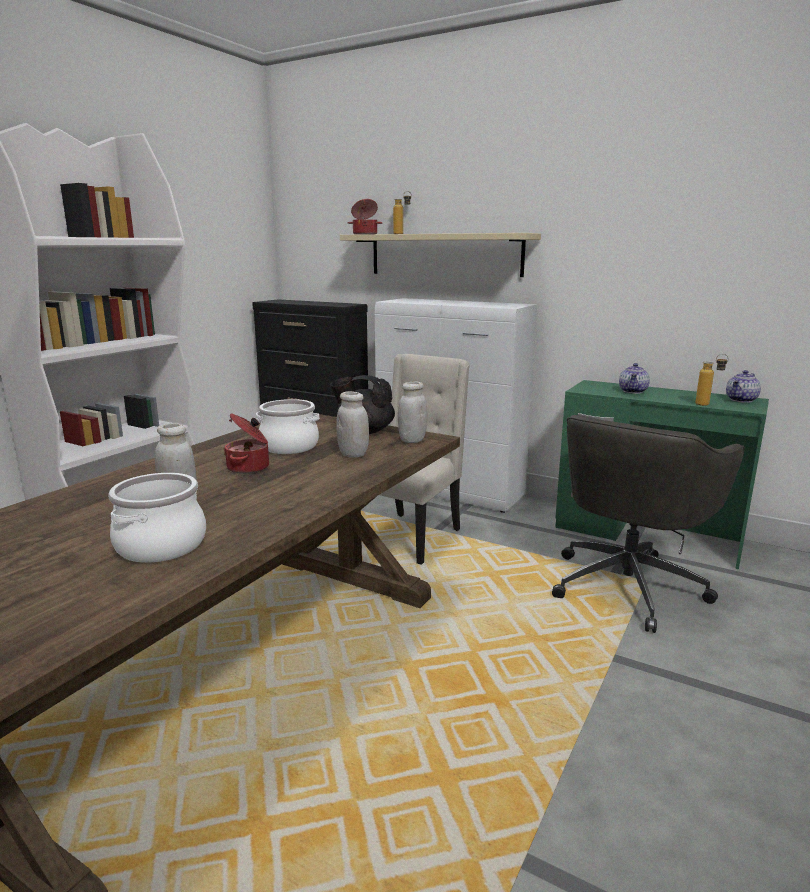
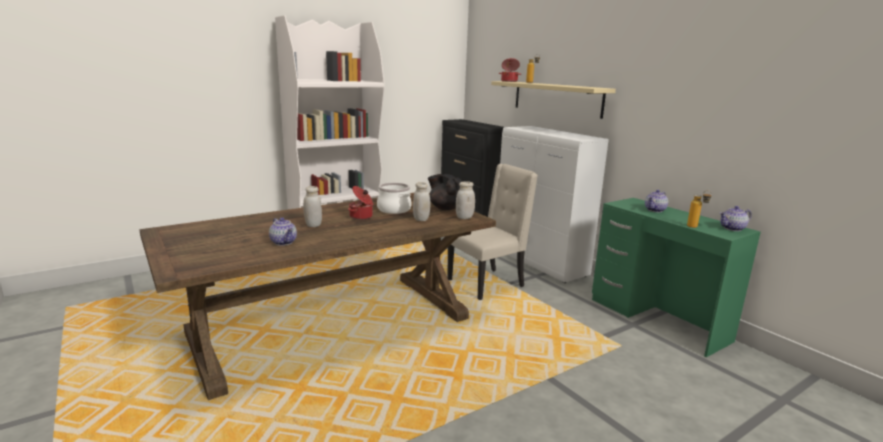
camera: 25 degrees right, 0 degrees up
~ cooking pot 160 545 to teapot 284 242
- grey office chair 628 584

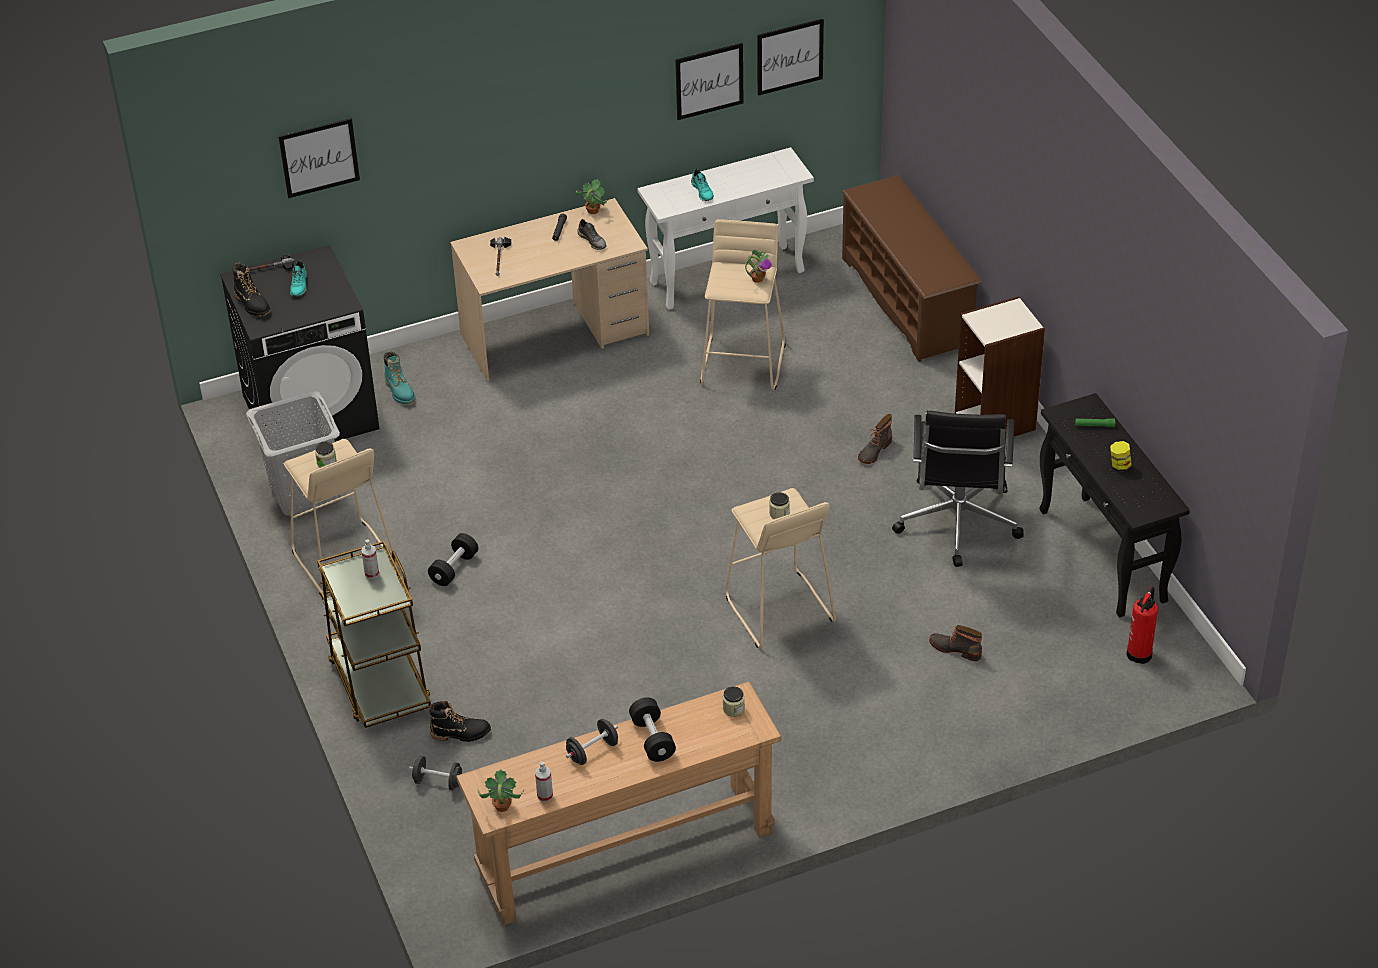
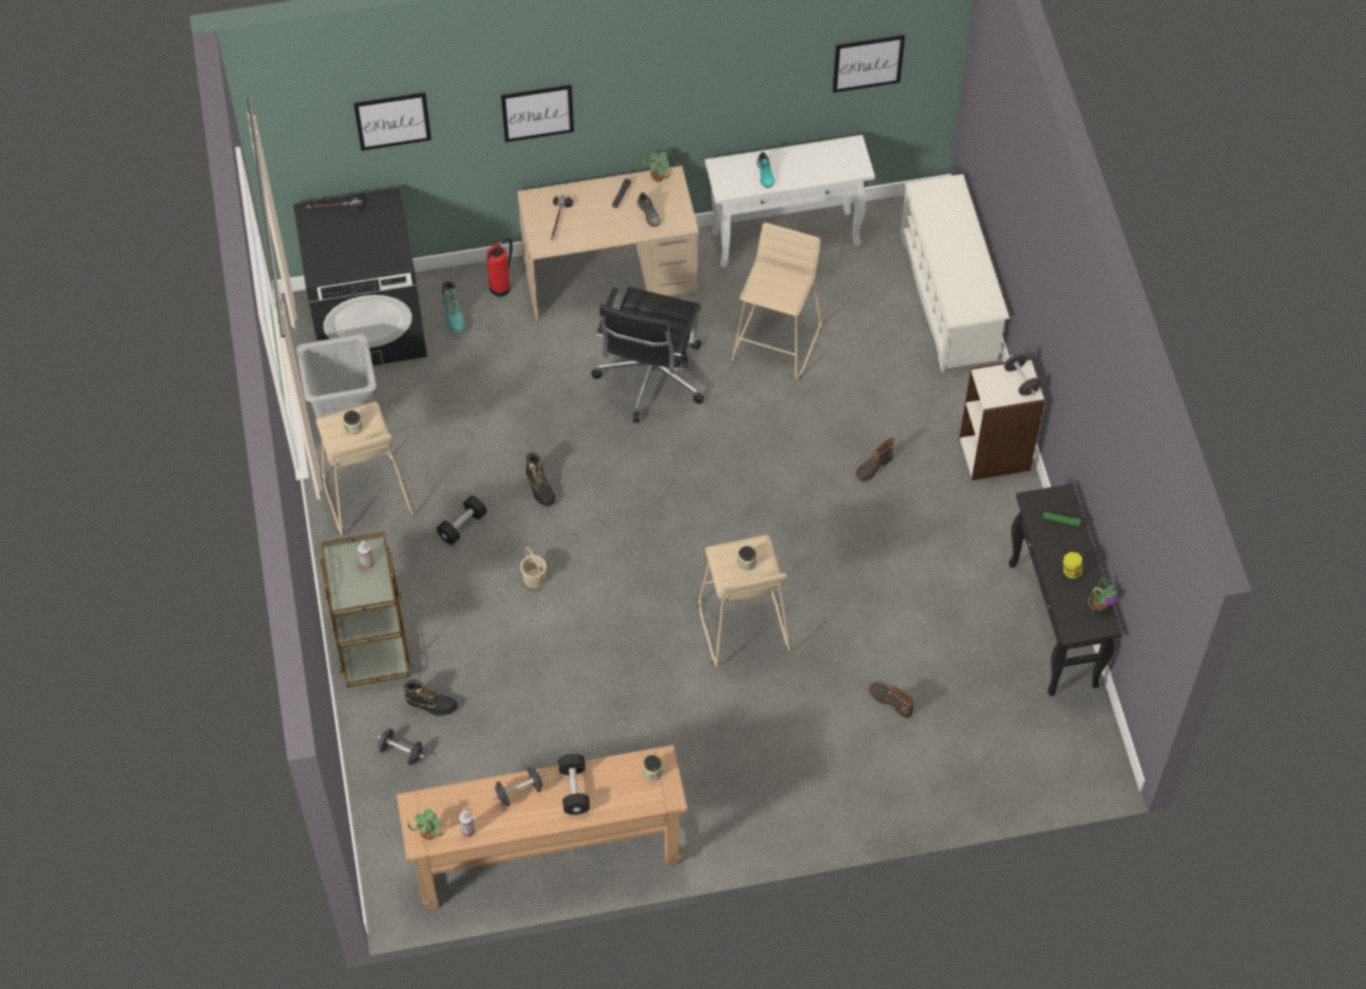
camera: 10 degrees right, 15 degrees up
~ fire extinguisher 1140 652 to 501 286
~ picture 709 81 to 537 112
+ beige bucket 534 578
~ black boot 252 304 to 540 488
~ black office chair 957 524 to 650 379
~ brown shoe rack 907 301 to white shoe rack 949 298
+ black dumbbell 1021 381
~ potted plant 757 278 to 1099 605
- turquoise shoe 299 285

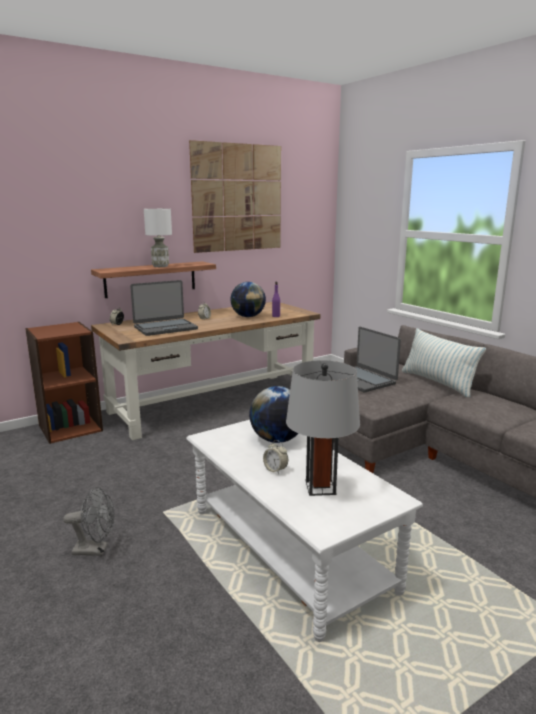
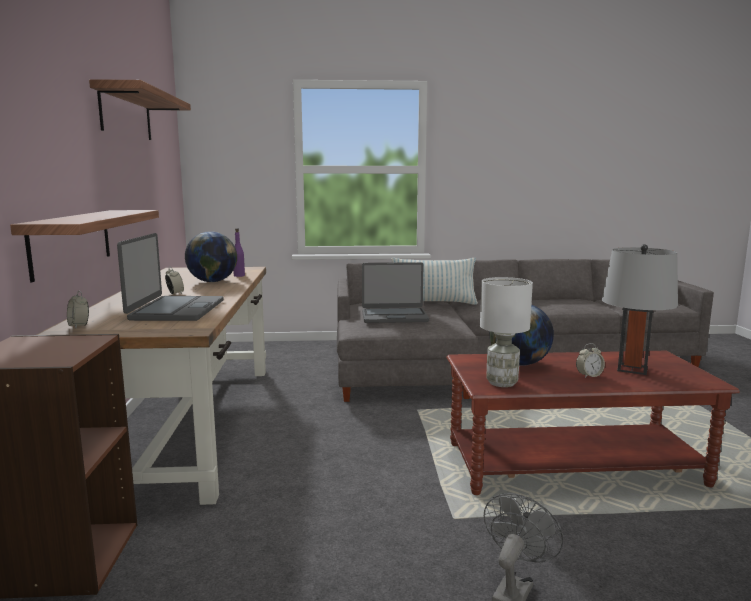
camera: 60 degrees left, 5 degrees down
~ picture 237 198 to shelf 126 114
~ white coffee table 289 549 to brown coffee table 573 464
~ white table lamp 160 266 to 502 383

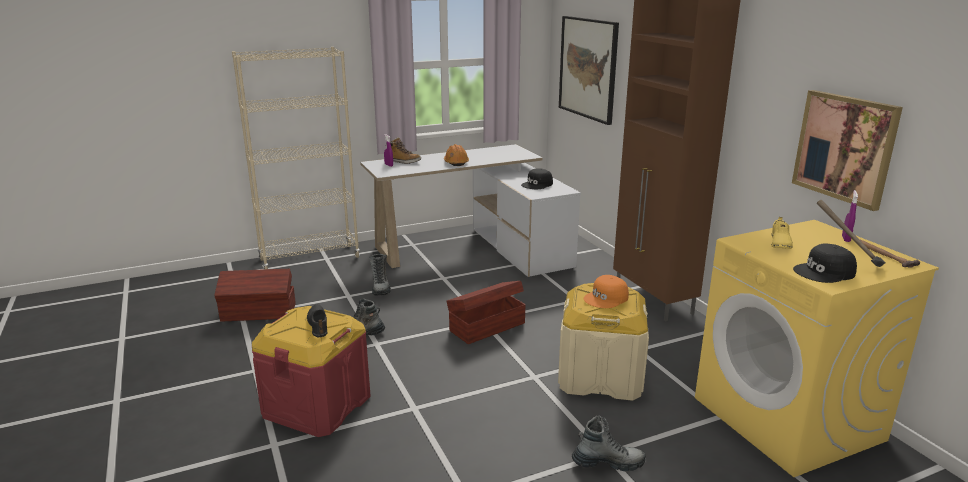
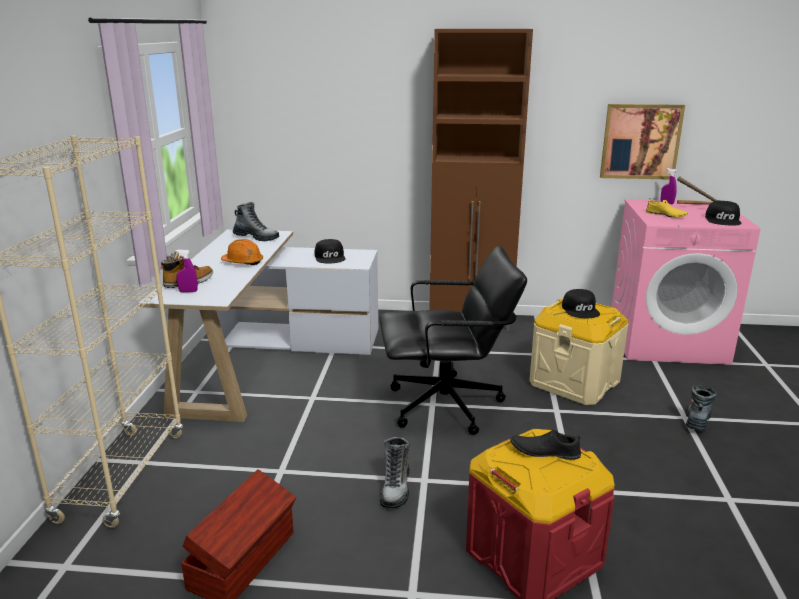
camera: 60 degrees left, 0 degrees up
~ boot 380 287 to 256 237
~ brown storage box 486 326 to black office chair 446 406
~ orange cap 606 298 to black cap 581 310
~ yellow washing machine 788 419 to pink washing machine 667 341
- picture 588 68

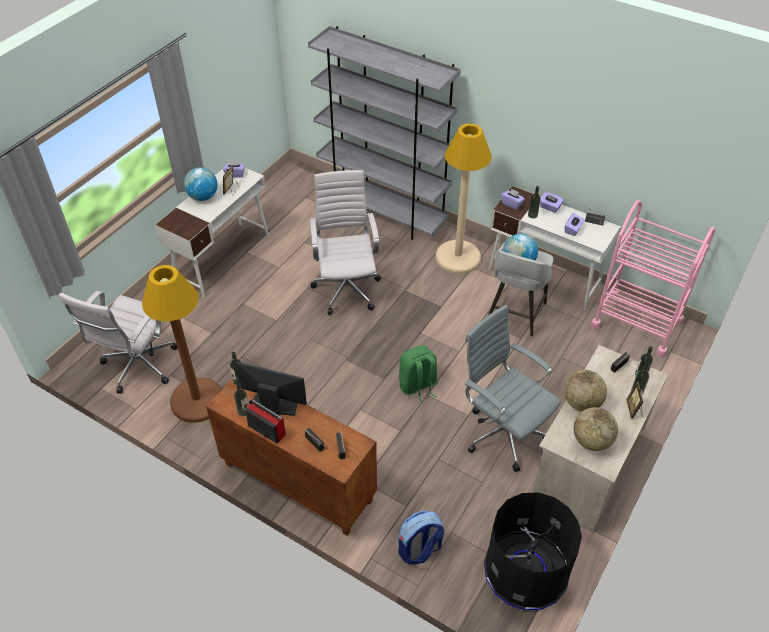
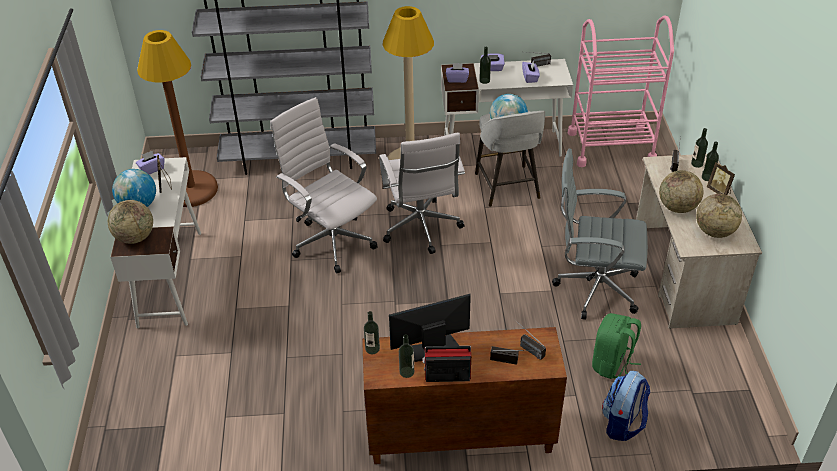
camera: 35 degrees left, 5 degrees down
+ globe 135 237
~ brown floor lamp 197 400 to 191 190
~ white office chair 138 367 to 421 229
~ green backpack 418 386 to 612 364
- black trash can 526 570

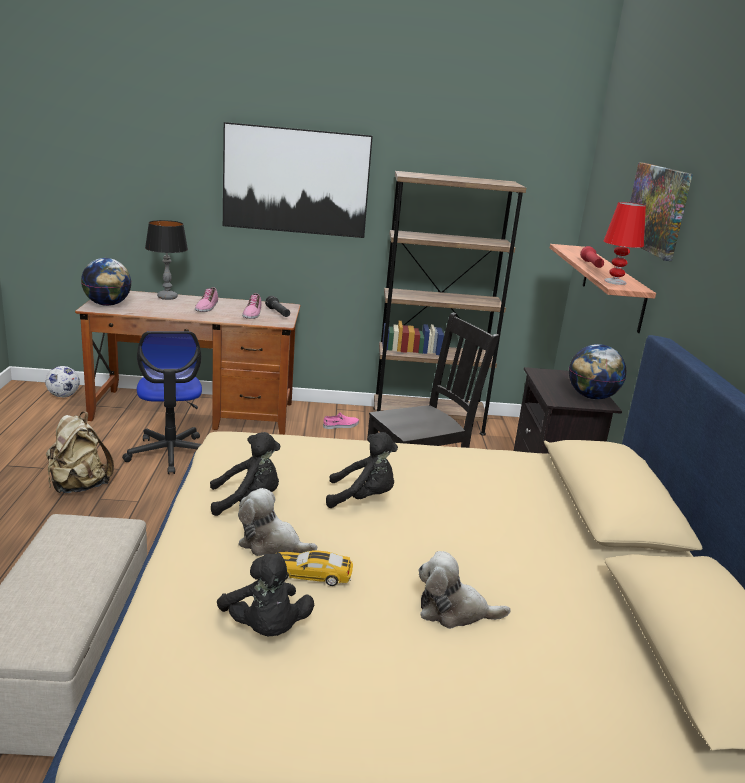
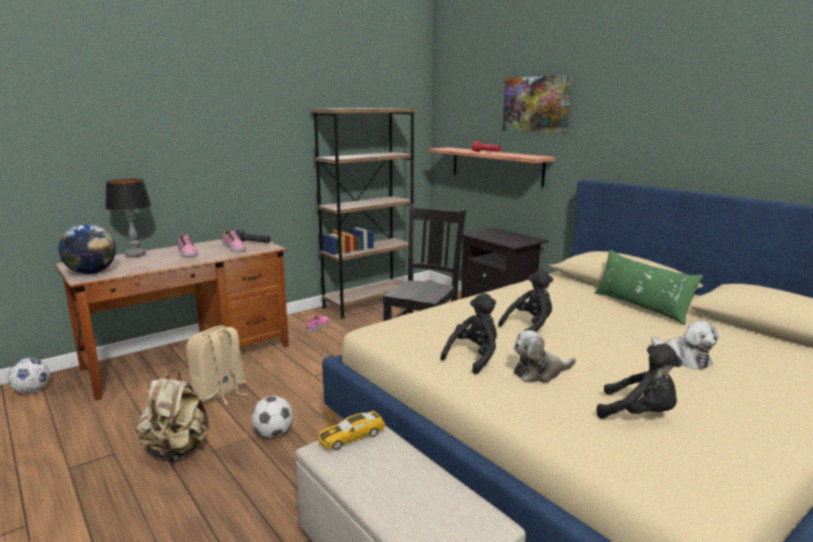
camera: 35 degrees left, 5 degrees down
~ office chair 171 454 to beige backpack 220 393
+ football 273 434
~ toy car 310 574 to 351 437
+ green pillow 640 307
~ plush toy 454 611 = 683 358 90 degrees counterclockwise
- picture 296 181
- globe 591 397
- red table lamp 615 282

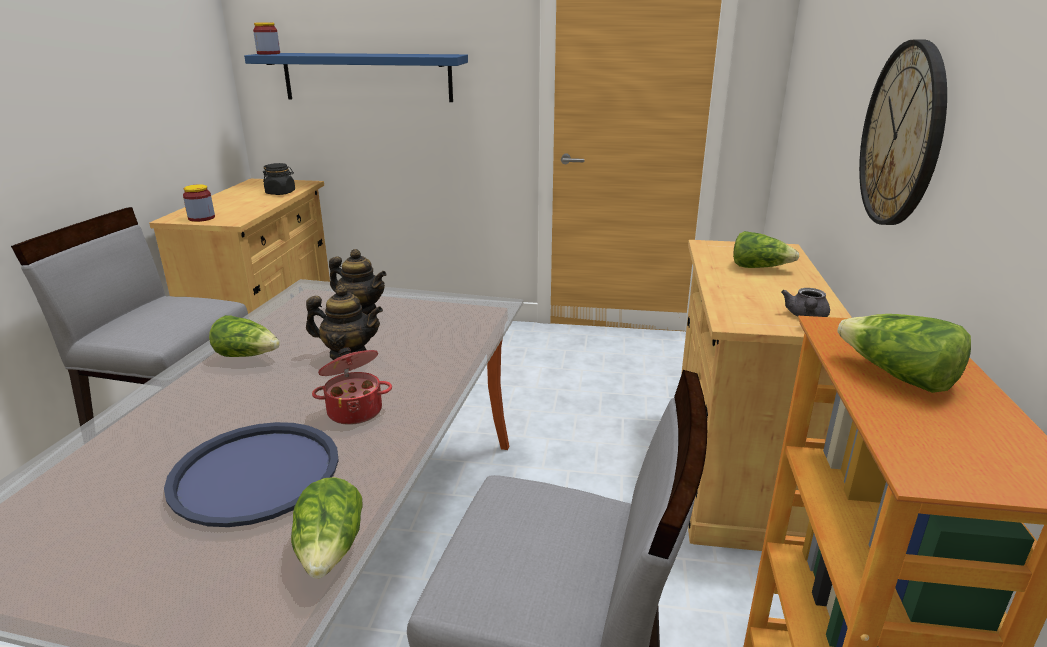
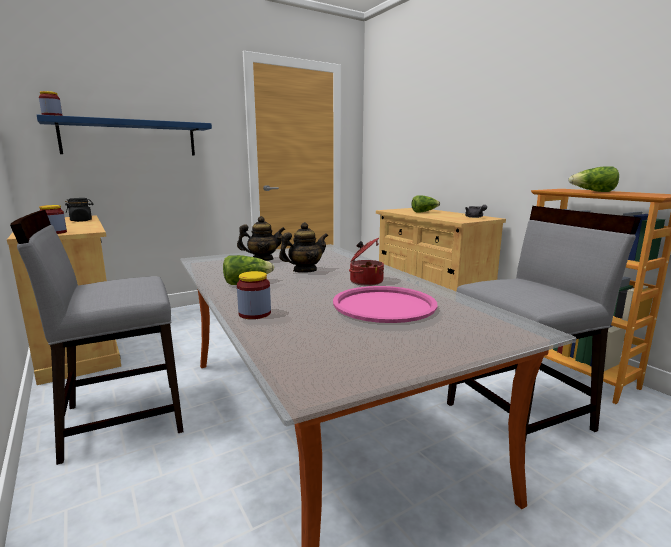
camera: 40 degrees left, 10 degrees down
+ jar 254 313
~ blue tray 255 474 to pink tray 384 305
- lettuce 331 550
- wall clock 903 135

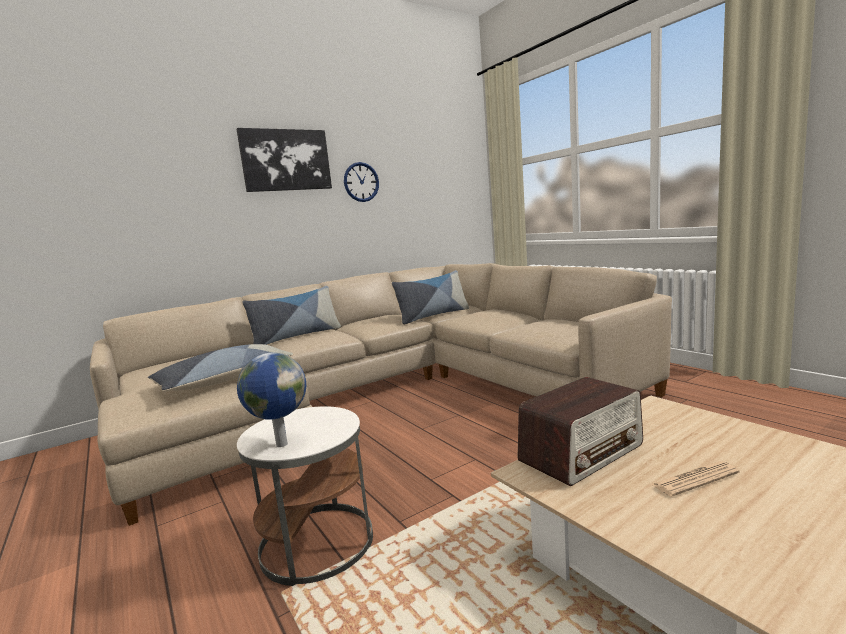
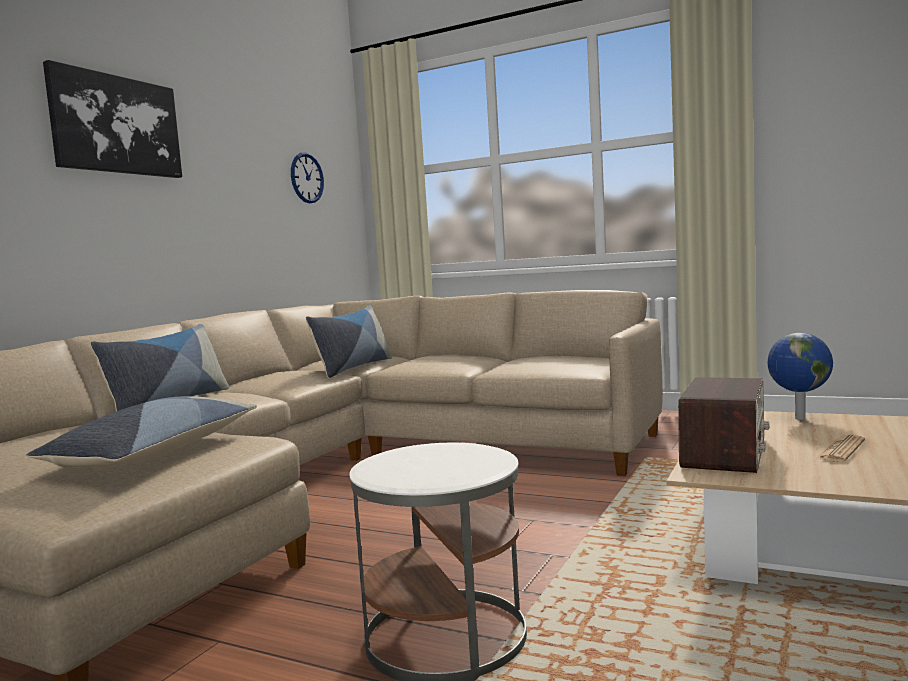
camera: 30 degrees left, 5 degrees down
~ wall clock 361 182 to 307 178
~ globe 281 444 to 798 418

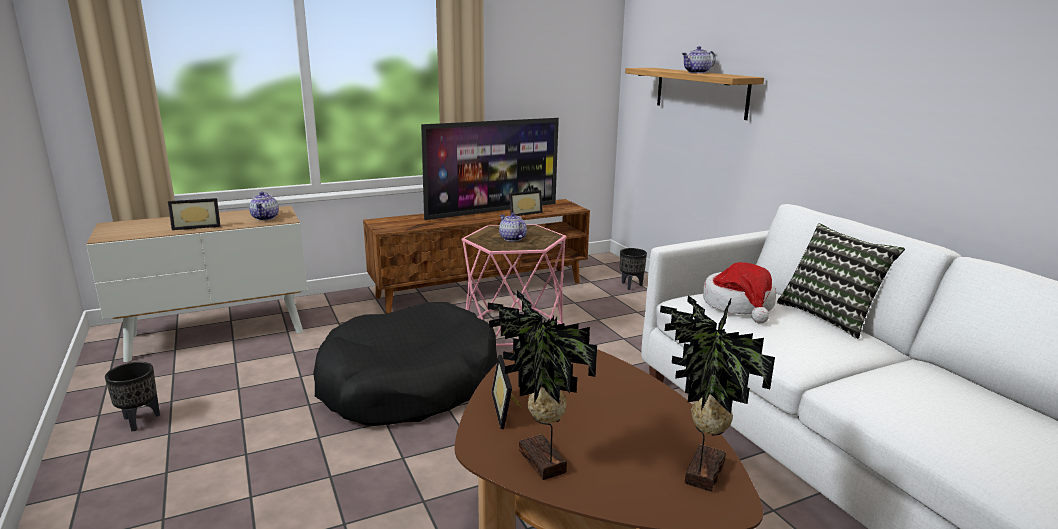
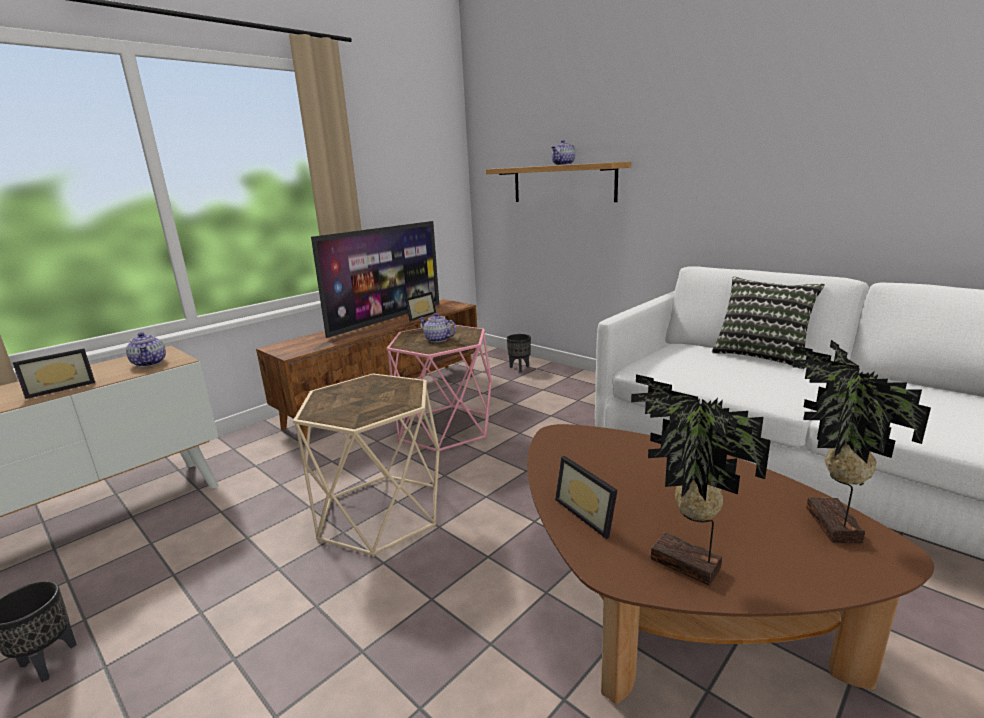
camera: 20 degrees left, 0 degrees up
~ black dog bed 409 384 to beige side table 381 513
- hat 739 305

